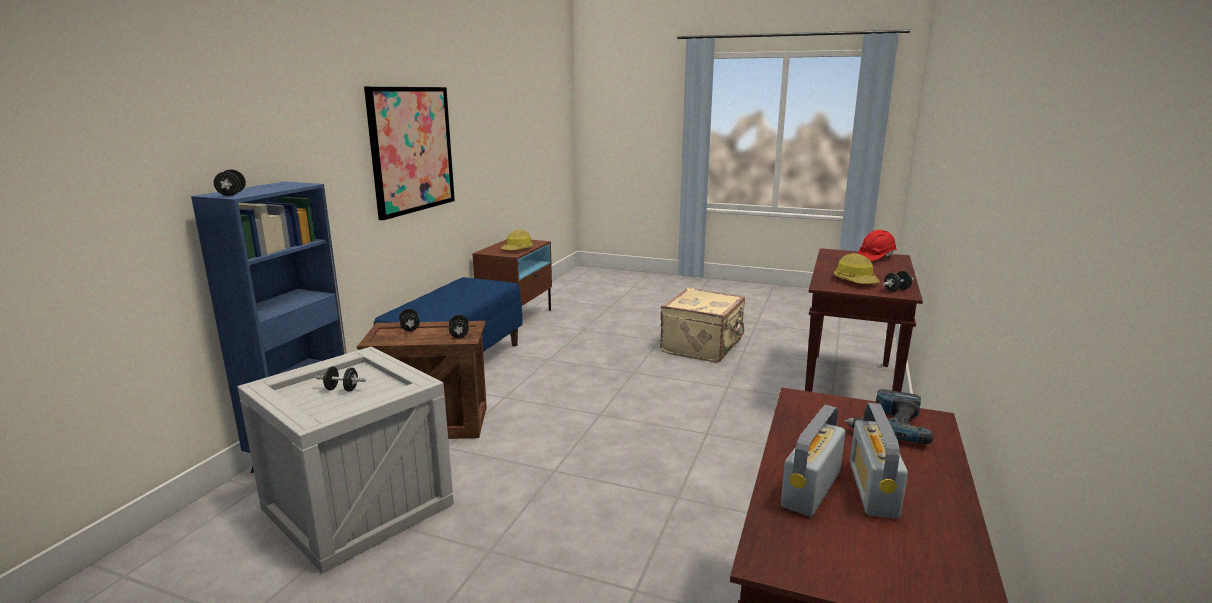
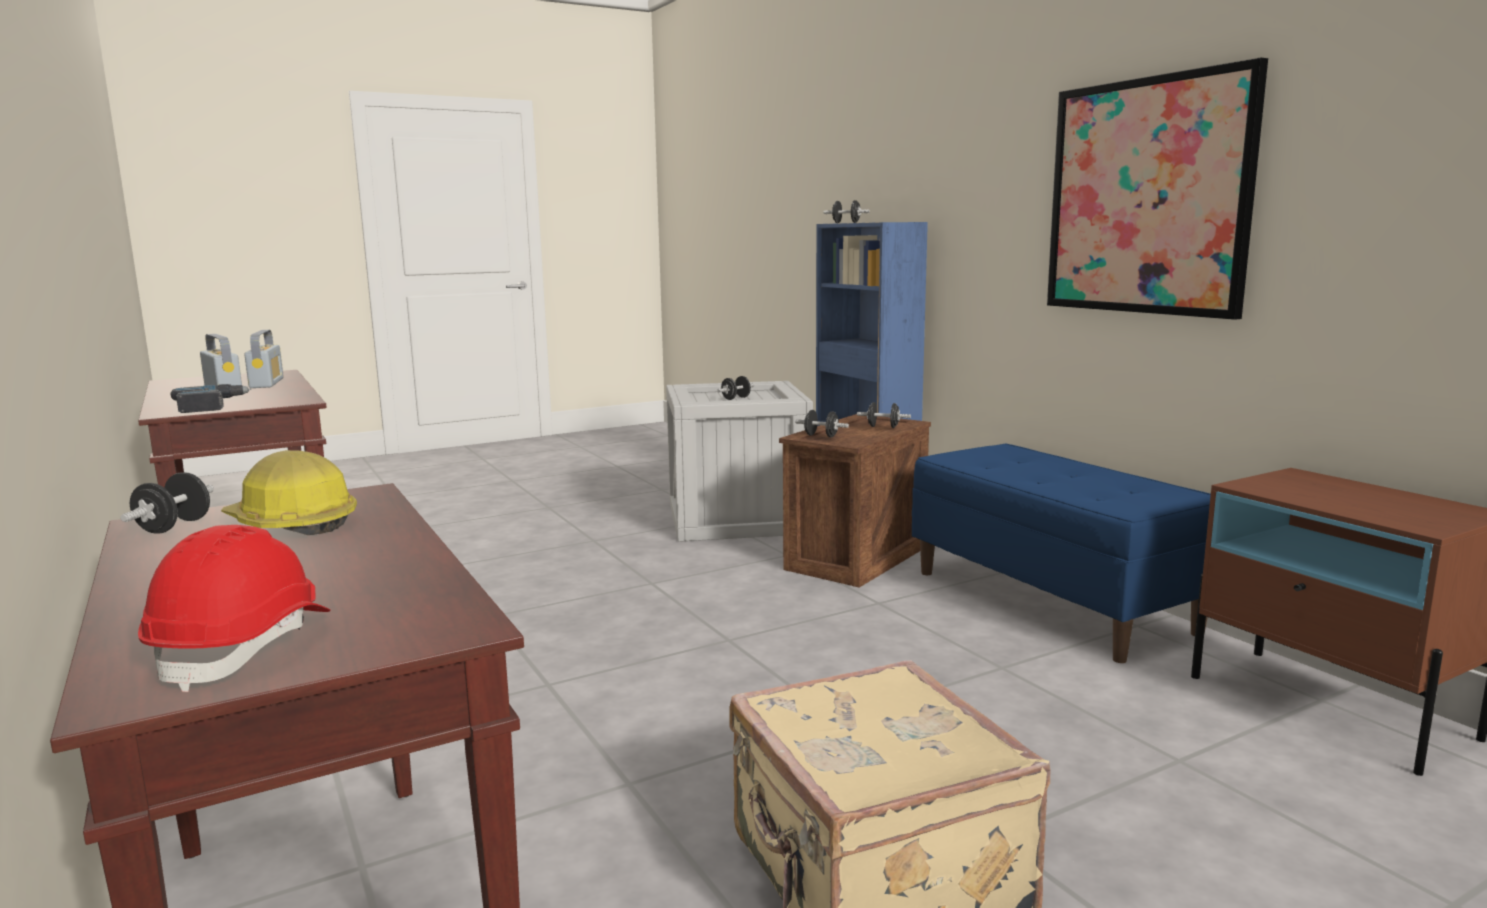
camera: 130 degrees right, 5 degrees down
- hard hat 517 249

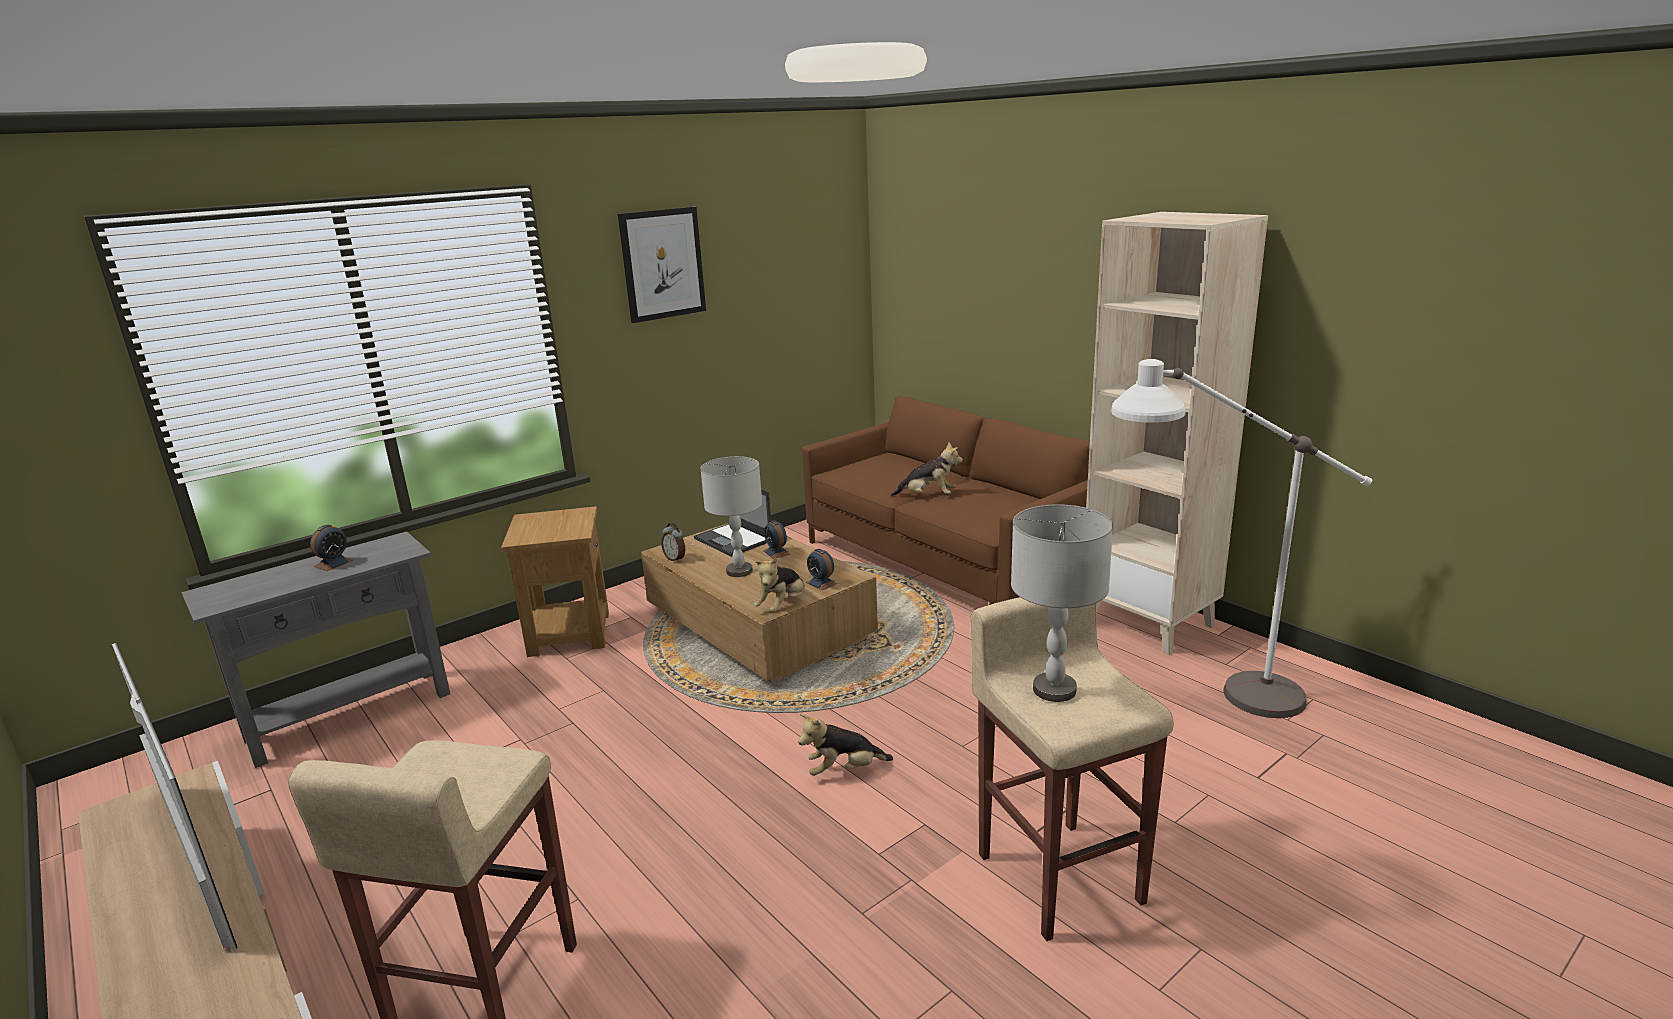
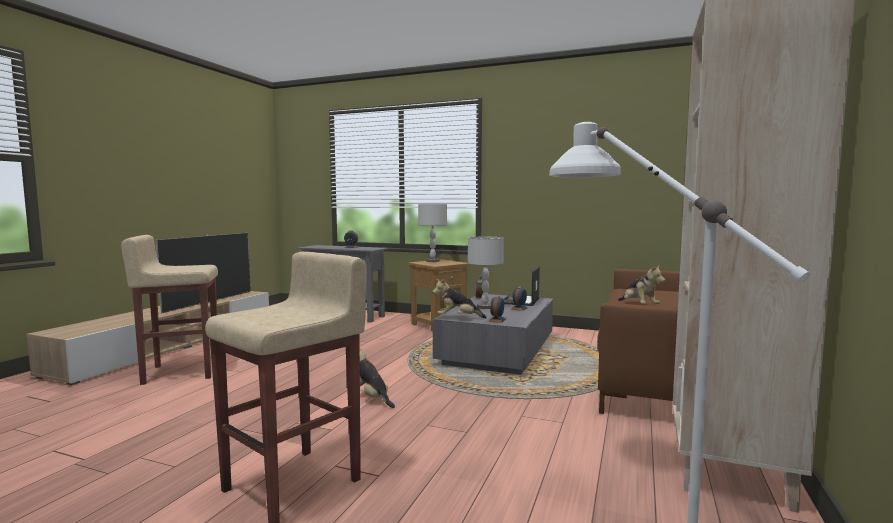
camera: 60 degrees right, 15 degrees down
~ grey table lamp 1055 690 to 432 261
~ brown coffee table 759 625 to grey coffee table 498 350
- picture 662 264

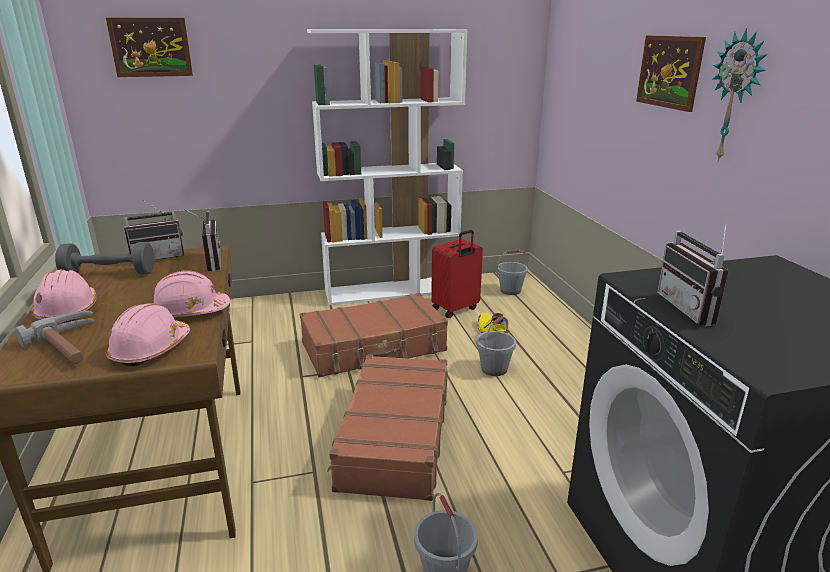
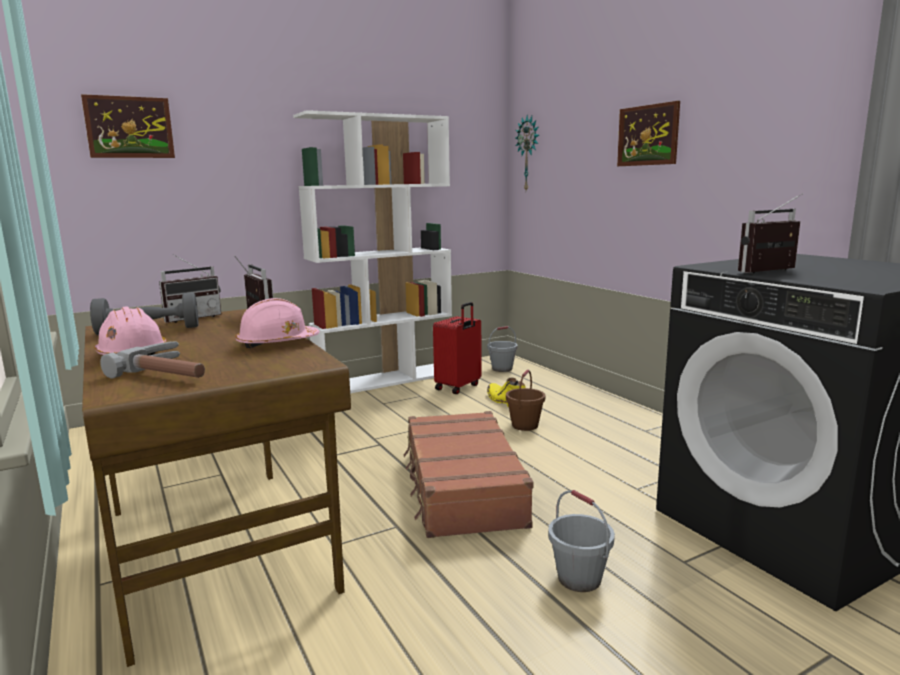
camera: 15 degrees left, 10 degrees down
~ grey bucket 494 369 to brown bucket 525 425
~ wall clock 736 97 to 529 154
~ radio 694 309 = 772 272 90 degrees clockwise
- pink hard hat 150 349
- brown suitcase 374 348

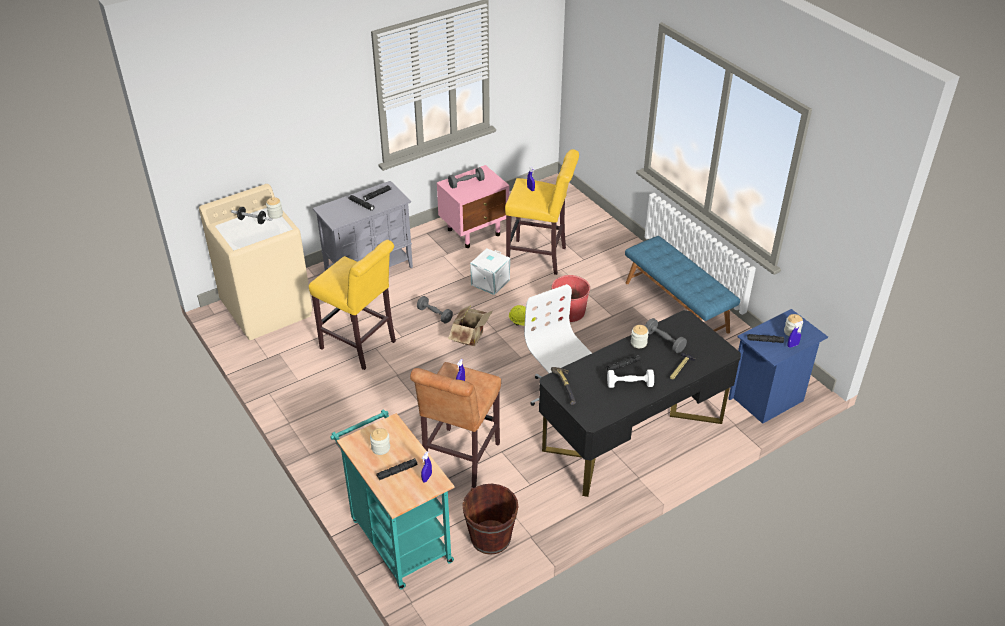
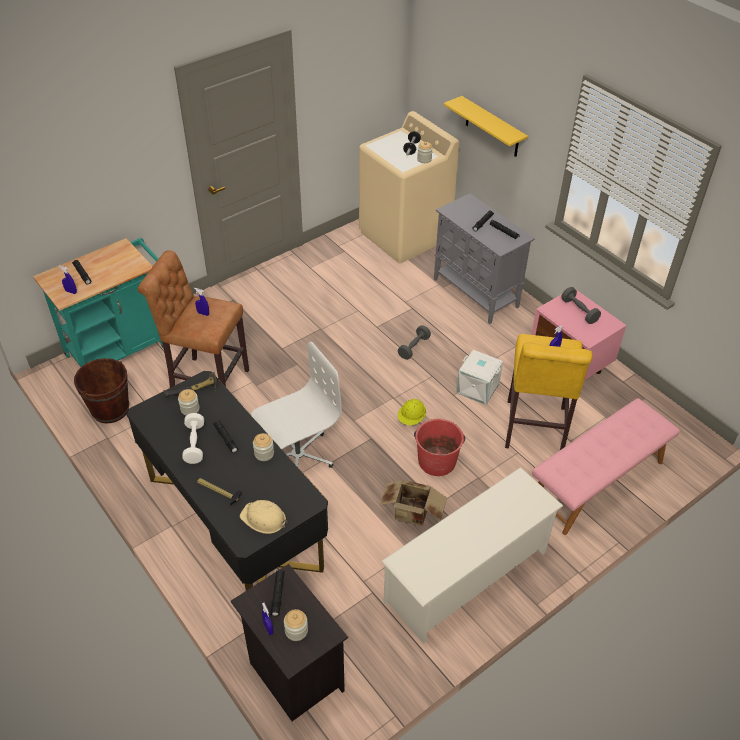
camera: 85 degrees right, 5 degrees up
~ jar 380 448 to 190 409
~ blue nightstand 767 399 to black nightstand 293 674
+ beige hard hat 263 518
~ cardboard box 471 337 to 412 515
~ blue bench 677 306 to white shoe rack 467 576
+ yellow shelf 492 127
+ pink bench 598 482
- yellow stool 361 346
- grey dumbbell 664 341

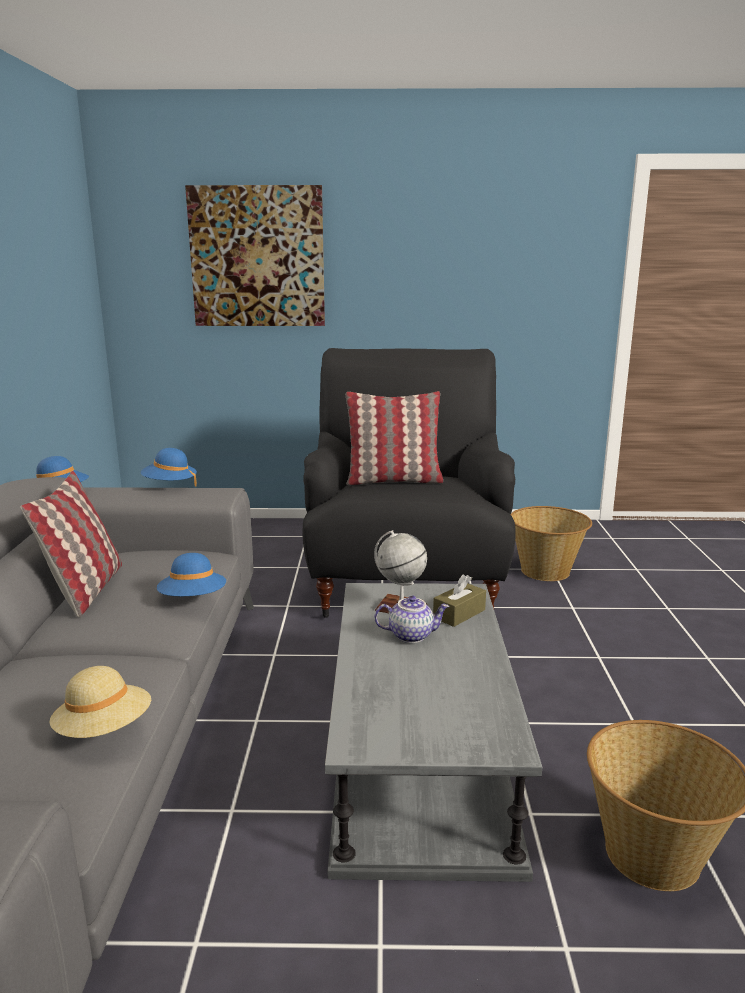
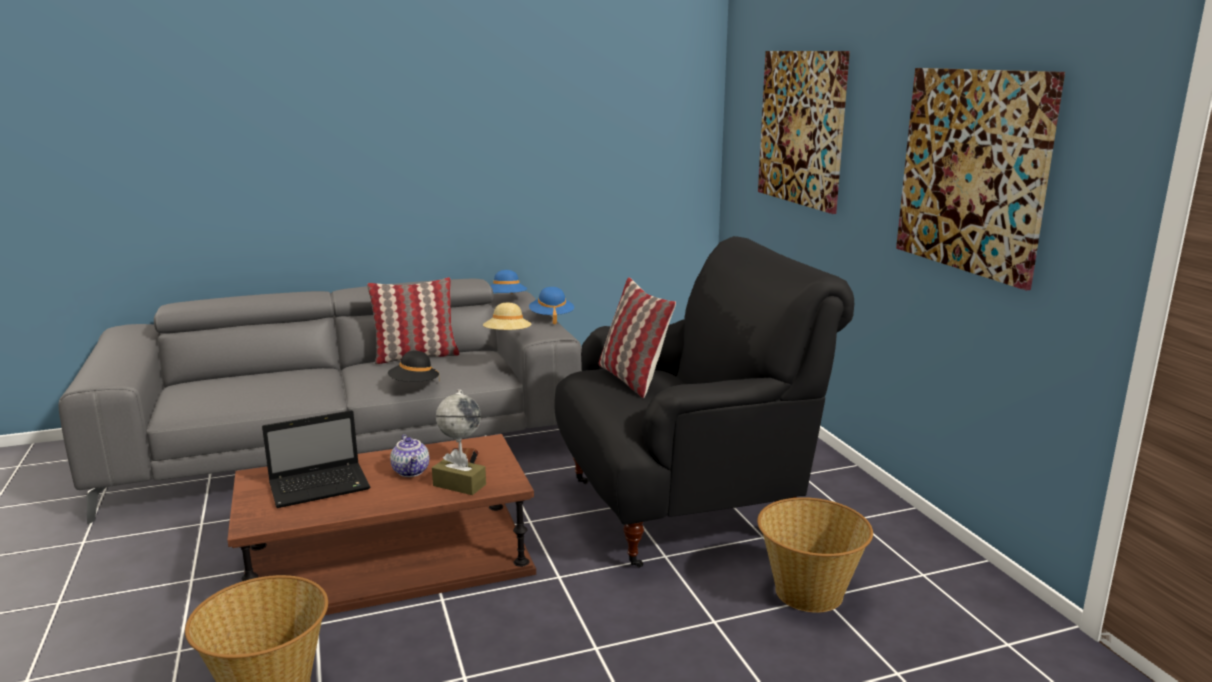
camera: 70 degrees right, 0 degrees up
~ grey coffee table 419 750 to brown coffee table 390 562
+ laptop 321 486
~ blue hat 193 599 to black hat 414 385
~ beige hat 104 730 to 507 336
+ picture 972 171

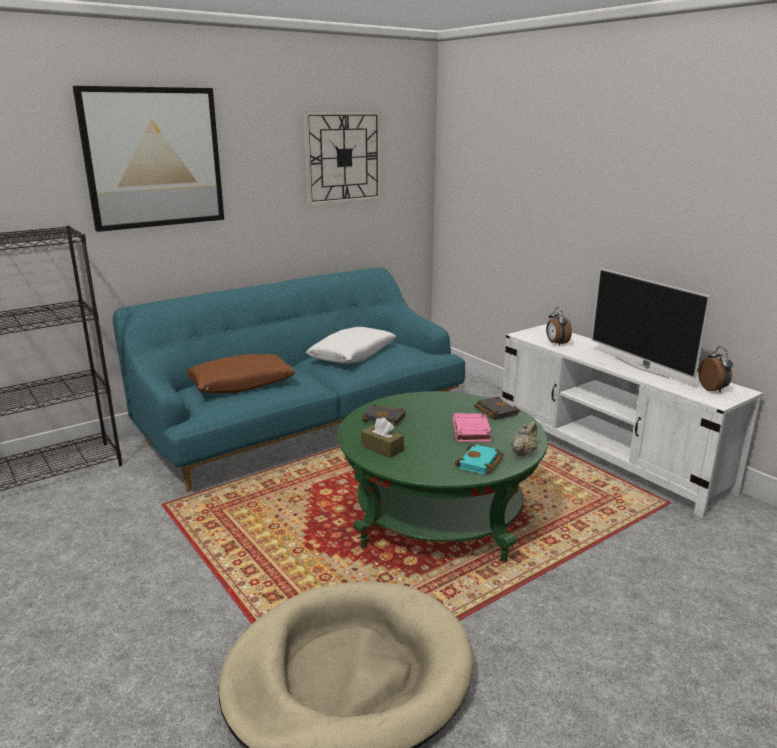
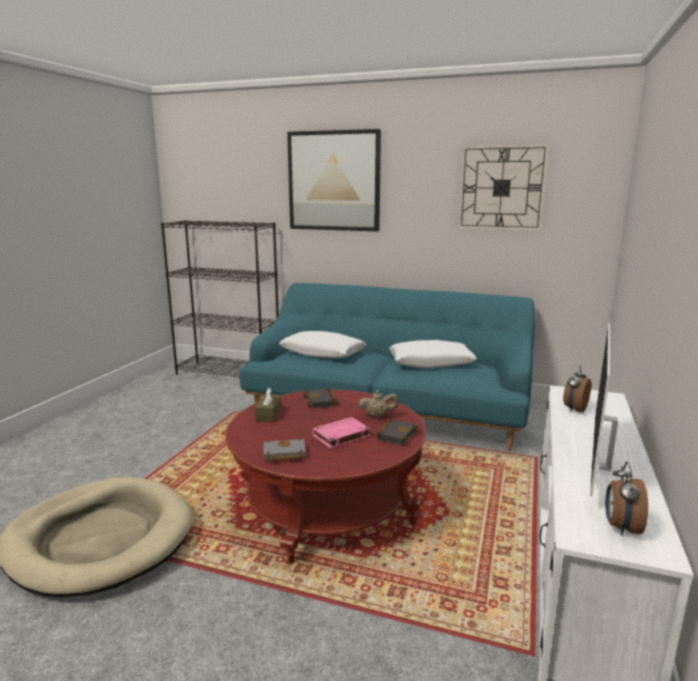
camera: 55 degrees right, 5 degrees down
~ green coffee table 439 515 to red coffee table 327 507
~ turquoise book 480 464 to grey book 283 455
~ brown pillow 241 384 to white pillow 322 353
~ beige teapot 523 453 to 378 416
~ alarm clock 713 389 = 620 527 150 degrees clockwise

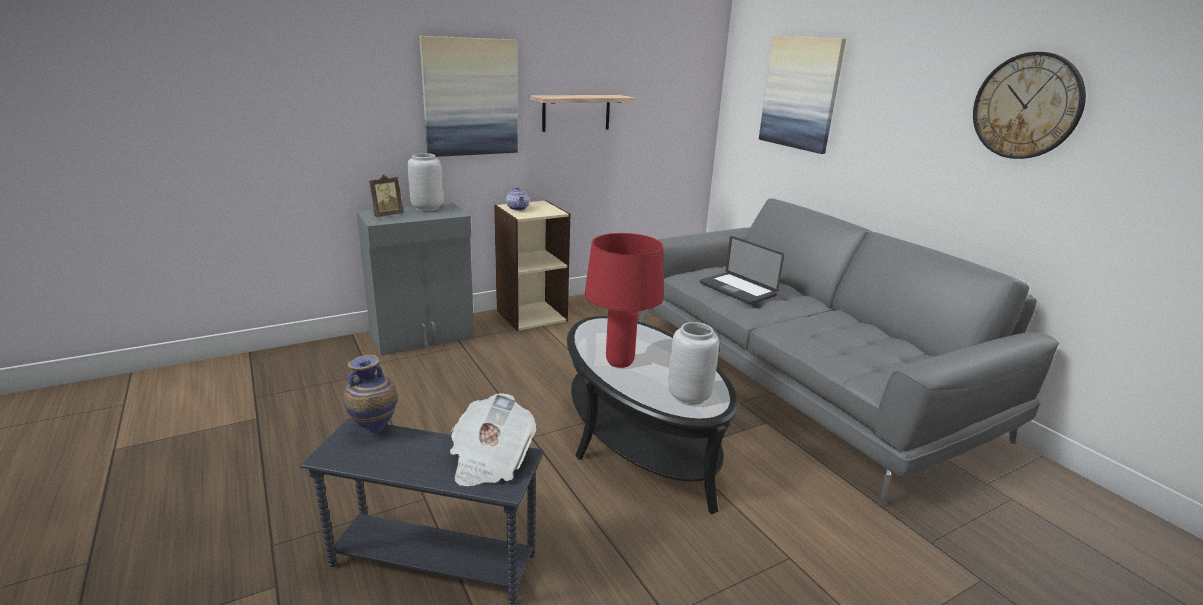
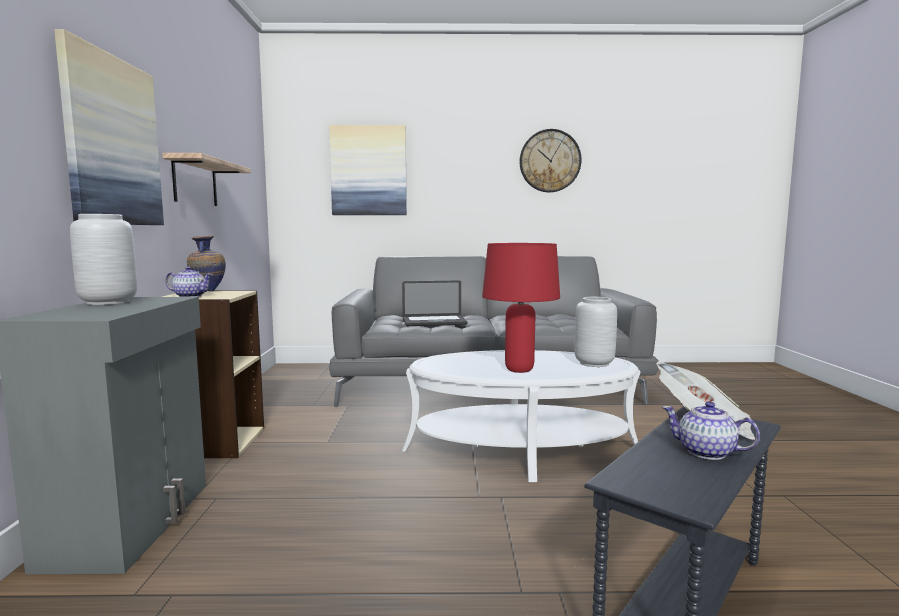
camera: 60 degrees left, 15 degrees down
~ vase 374 429 to 208 291
~ black coffee table 639 438 to white coffee table 521 449
+ teapot 707 452
- picture frame 386 215

